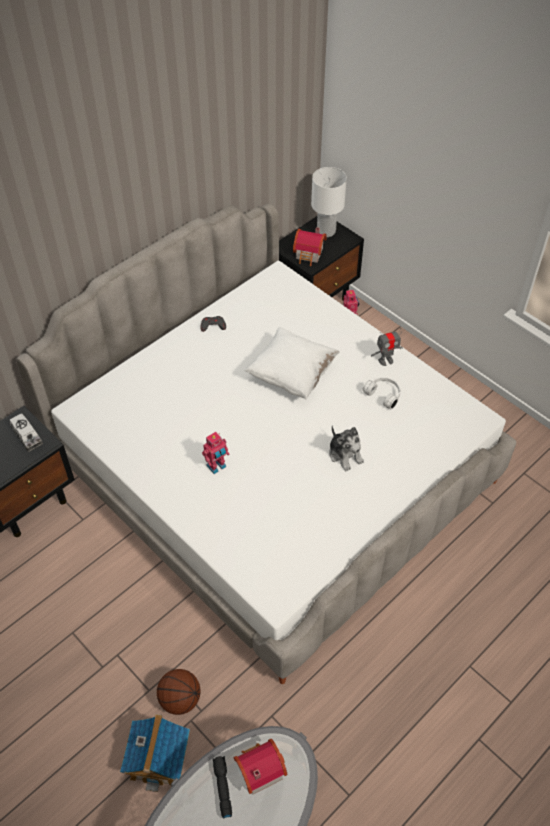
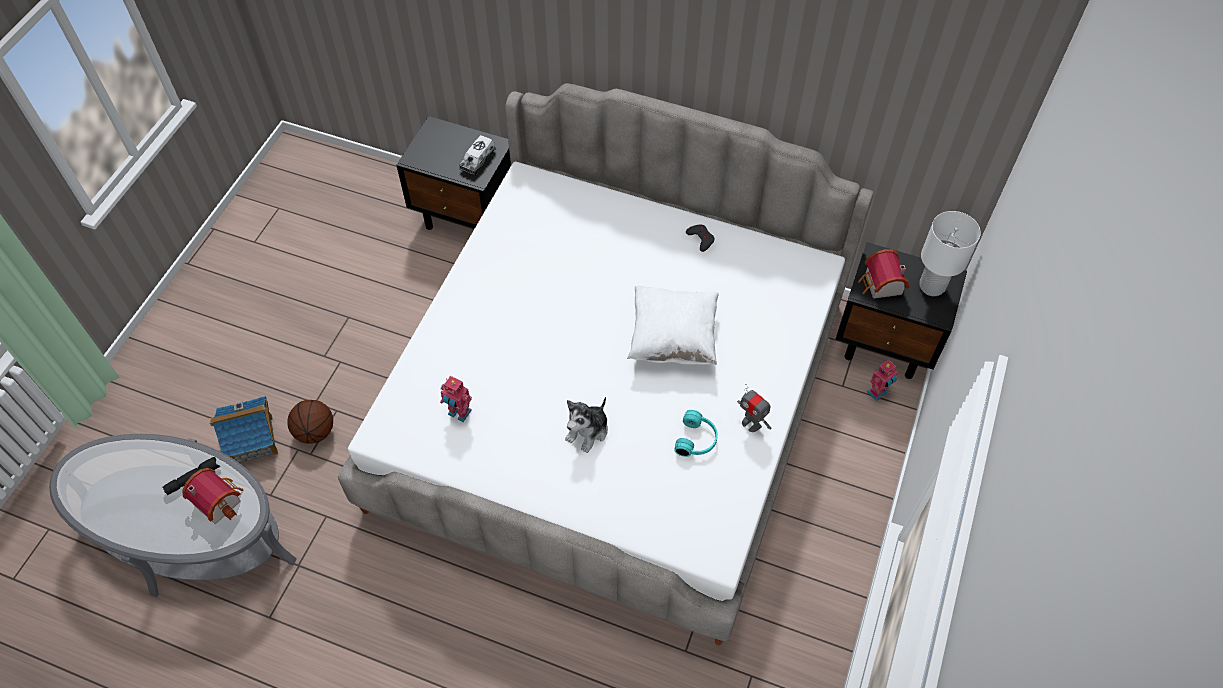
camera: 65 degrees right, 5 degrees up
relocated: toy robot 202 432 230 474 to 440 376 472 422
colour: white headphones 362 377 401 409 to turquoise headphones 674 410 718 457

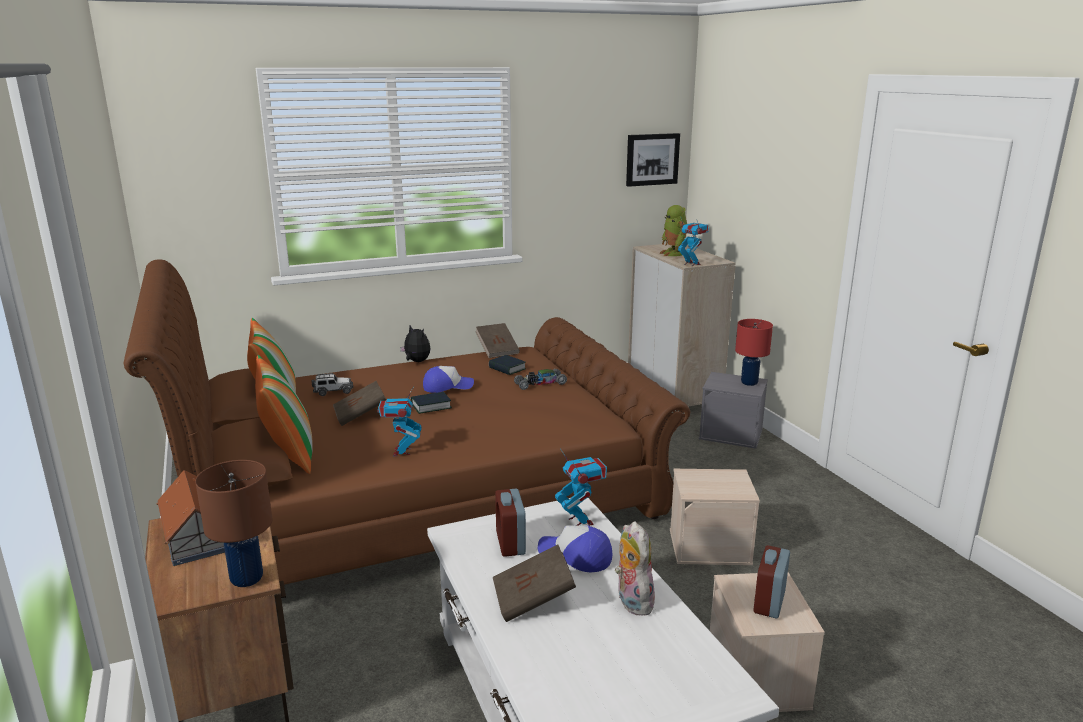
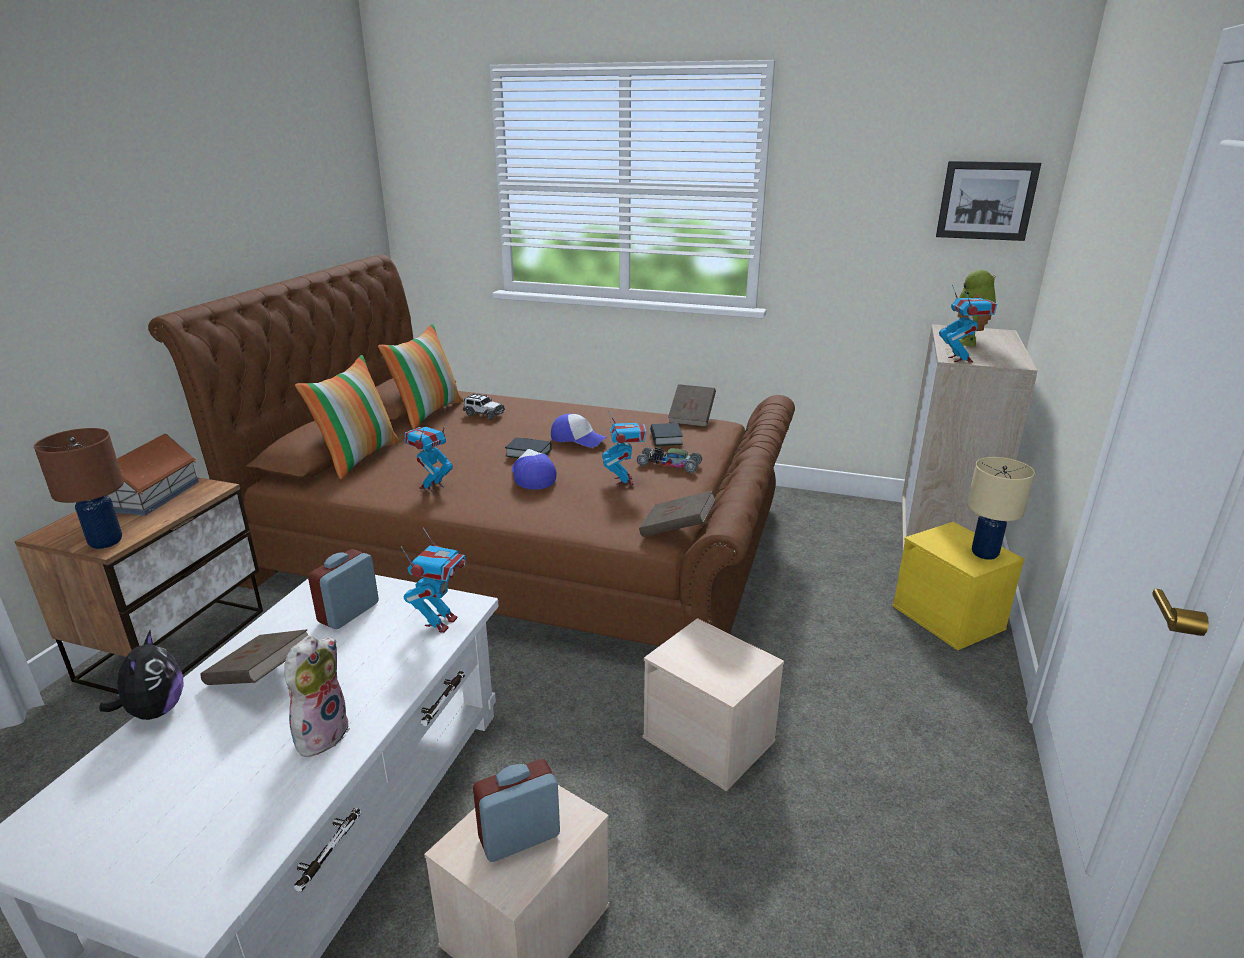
camera: 40 degrees right, 5 degrees up
appeared: toy robot 602 411 646 485
relocated: plush toy 400 325 430 362 to 99 631 184 720; brown book 333 381 387 426 to 639 490 716 537; cap 538 525 613 572 to 512 449 556 490
colour: red table lamp 735 319 773 386 to beige table lamp 967 457 1035 560; grey storage box 699 372 768 449 to yellow storage box 892 522 1025 650

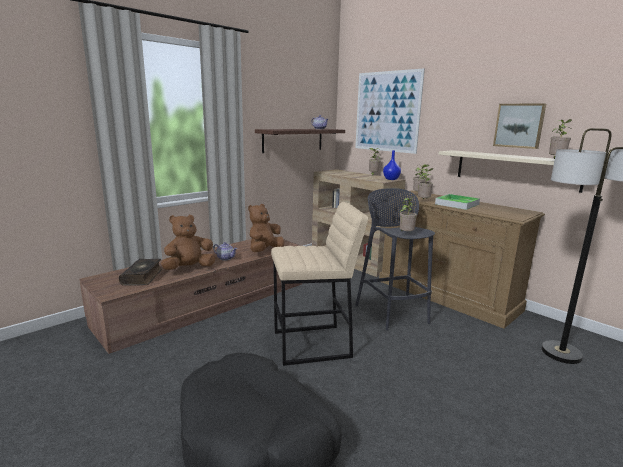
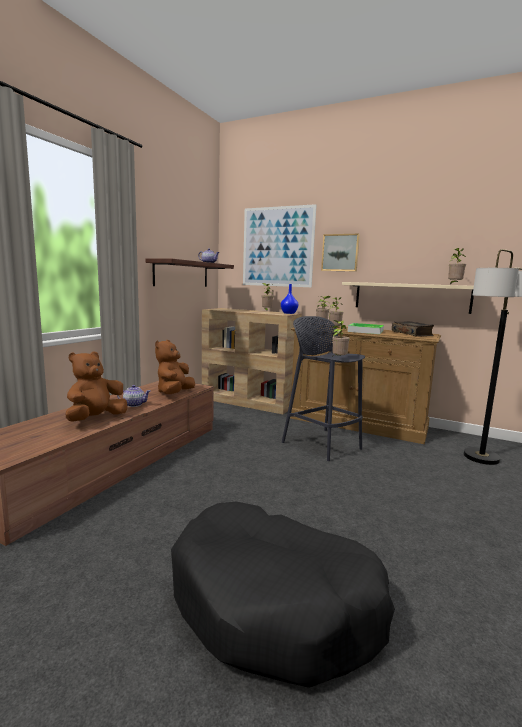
camera: 20 degrees left, 5 degrees down
missing: beige stool 271 202 368 366
relocated: picture 493 103 546 149 to 321 234 360 272; book 119 259 162 286 to 392 321 434 337

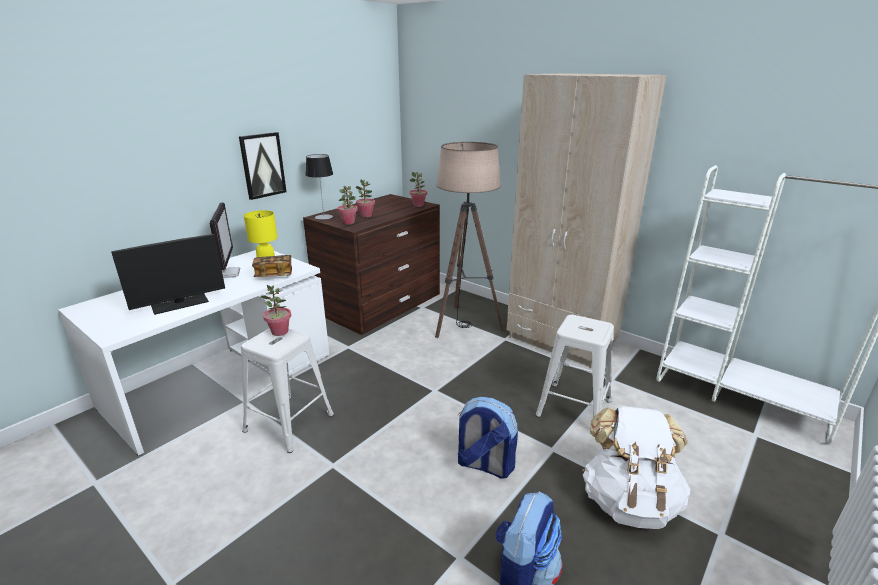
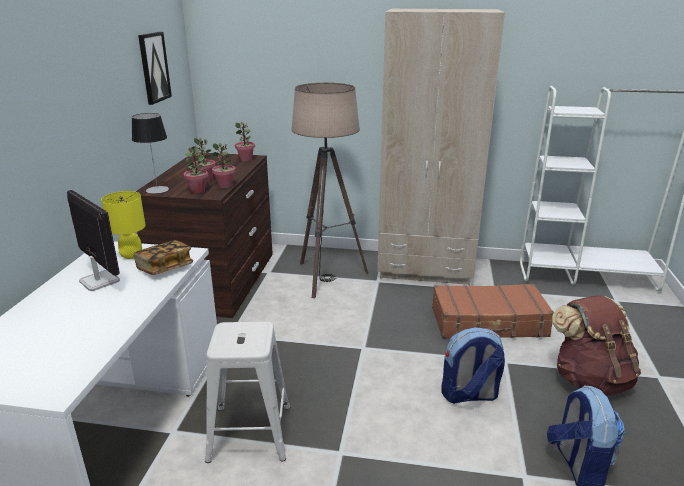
camera: 30 degrees left, 0 degrees up
missing: monitor 111 234 225 315
relocated: picture 239 132 286 200 to 138 32 172 105; potted plant 261 285 291 336 to 211 143 236 188
exchanged: white stool 536 315 614 418 to brown suitcase 432 284 554 339
colour: white backpack 582 406 690 529 to brown backpack 552 295 641 396

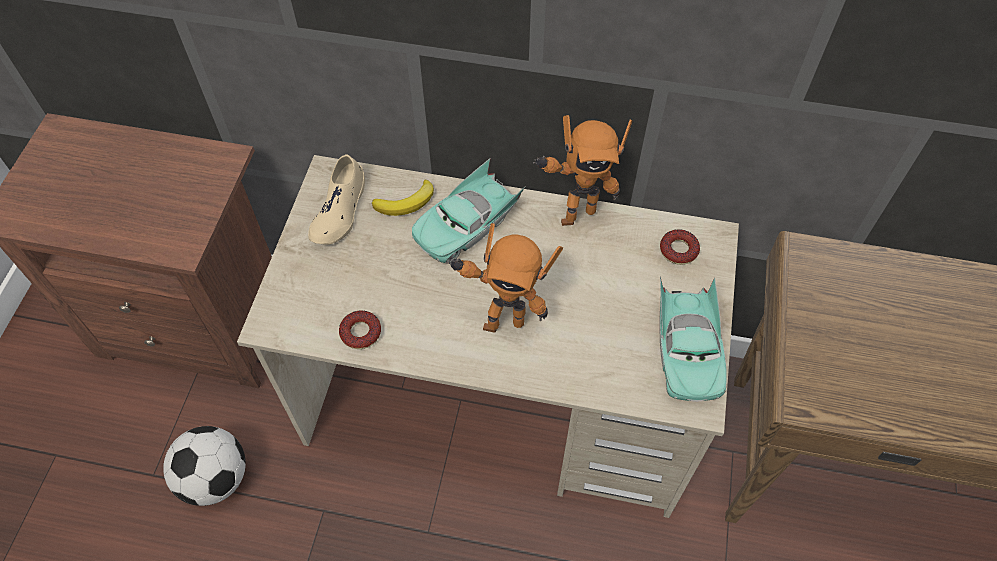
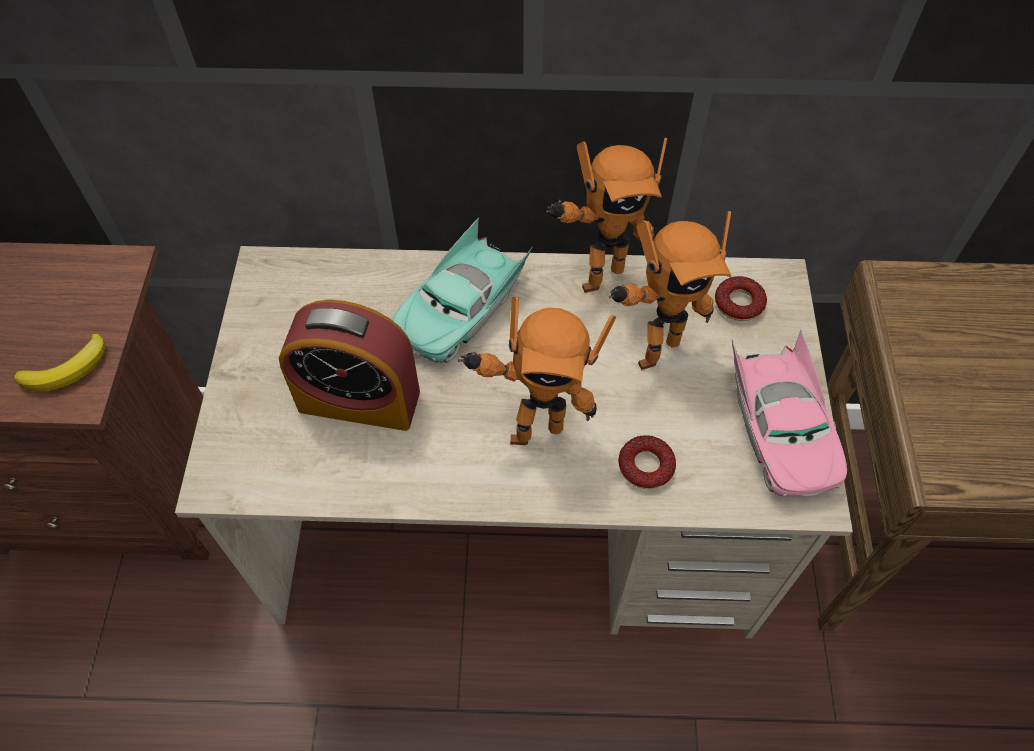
camera: 10 degrees left, 0 degrees up
missing: beige shoe 308 154 365 245; football 163 426 246 506
appeared: toy robot 609 211 731 370; alarm clock 279 300 420 431
relocated: banana 372 180 434 216 to 14 333 106 391; donut 339 310 381 349 to 618 435 676 489
colour: turquoise toy car 660 277 727 402 to pink toy car 732 330 847 497

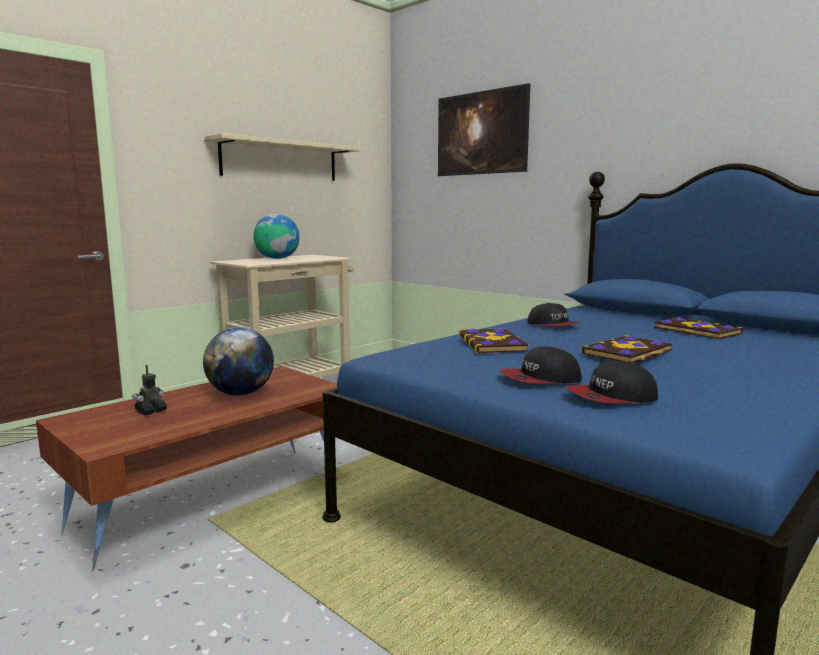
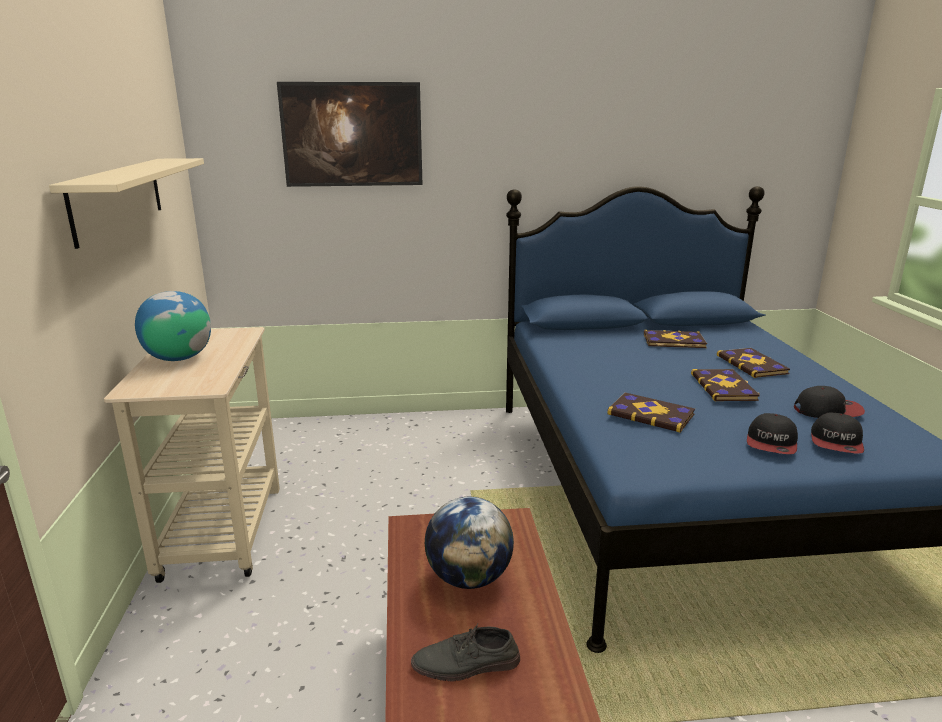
camera: 50 degrees left, 10 degrees up
appeared: book 717 348 790 378
relocated: cap 527 302 581 326 to 794 386 865 418
exchanged: toy robot 132 365 167 415 to grey shoe 411 624 520 681

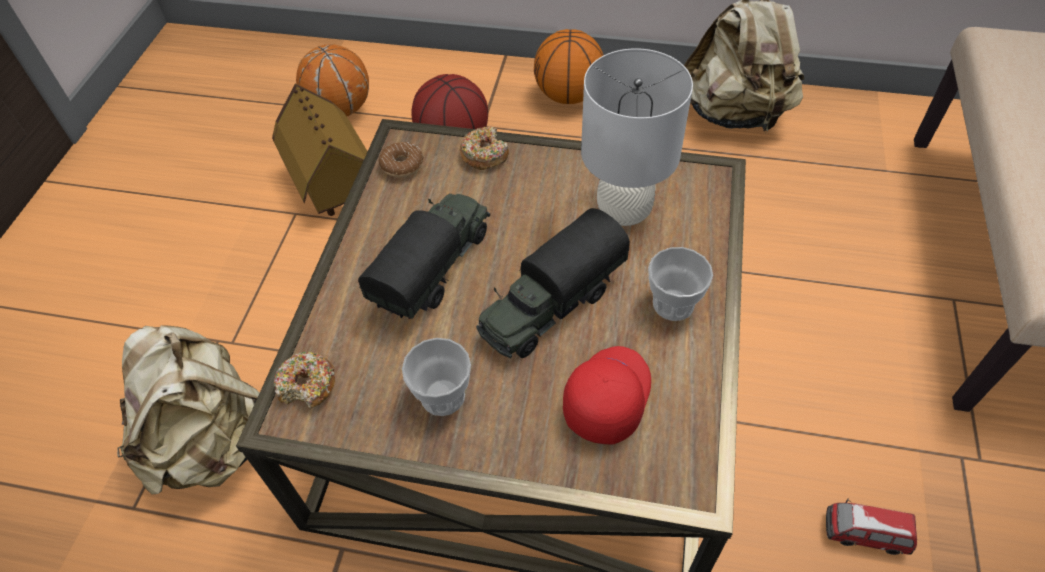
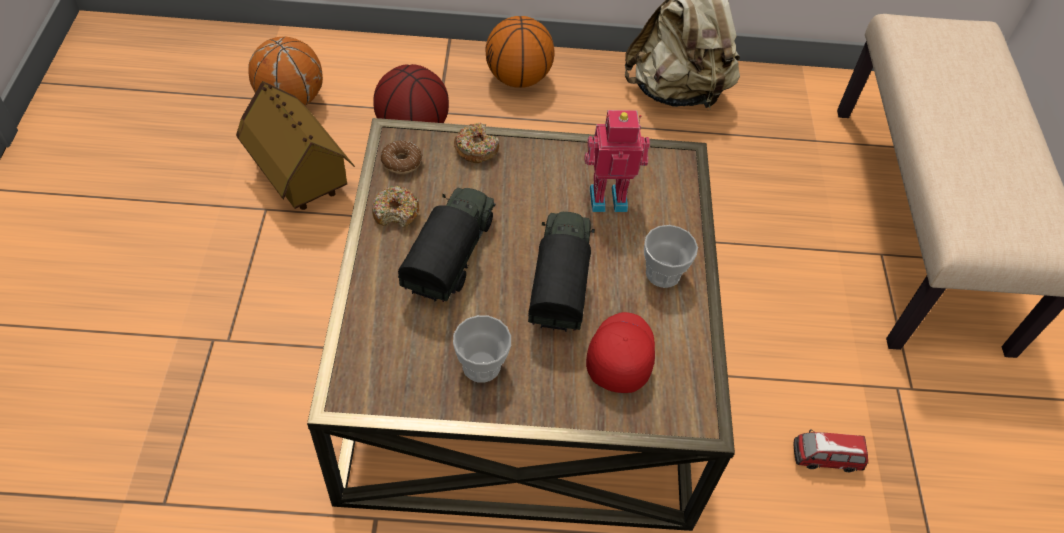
camera: 15 degrees left, 0 degrees up
missing: beige backpack 117 325 260 494
relocated: donut 273 352 335 408 to 372 186 419 228
exchanged: grey table lamp 581 48 693 226 to toy robot 585 110 650 212
spun: toy truck 476 208 630 358 = 528 212 595 332 150 degrees clockwise

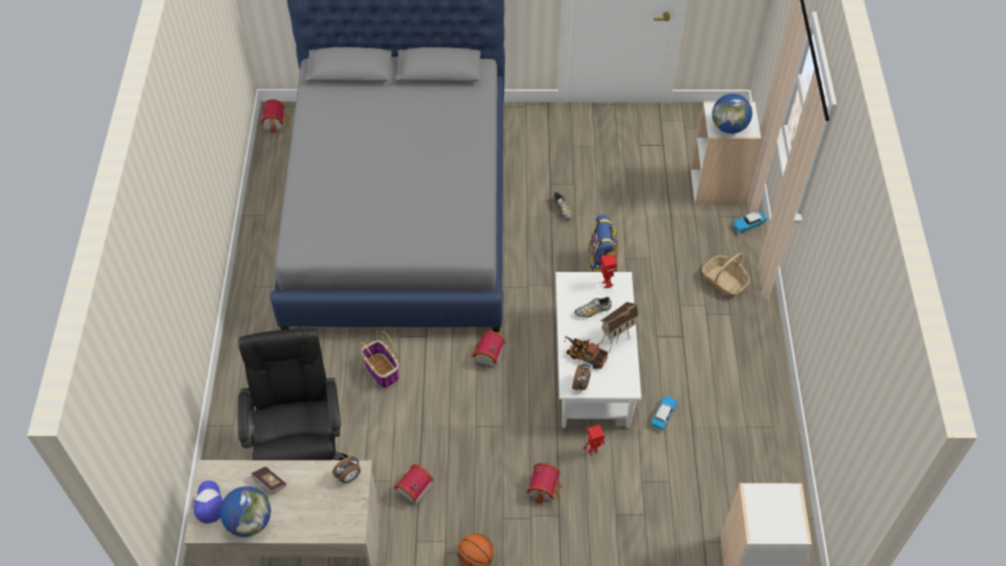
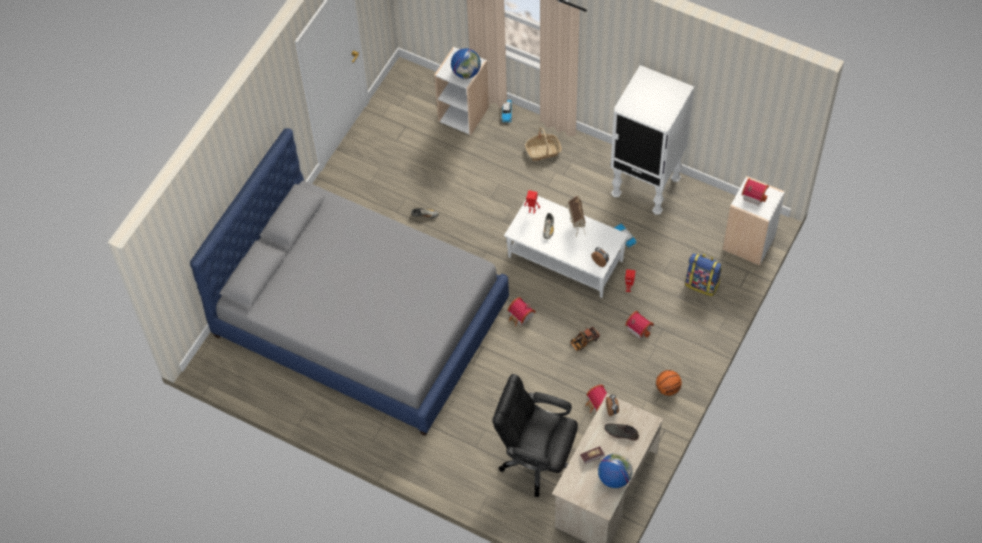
camera: 60 degrees left, 5 degrees up
missing: basket 360 331 399 389; cap 194 480 223 523
appeared: white cabinet 610 65 694 215; grey shoe 604 423 639 441
relocated: toy house 261 99 290 133 to 742 178 769 205; backpack 587 215 618 272 to 685 253 722 296; toy truck 564 336 608 369 to 569 326 600 351

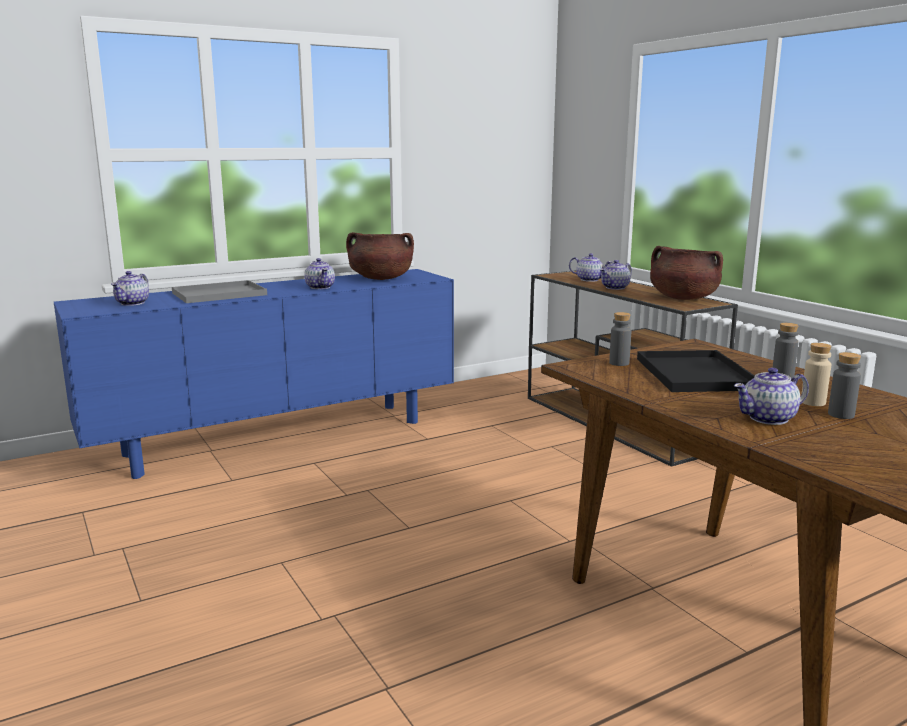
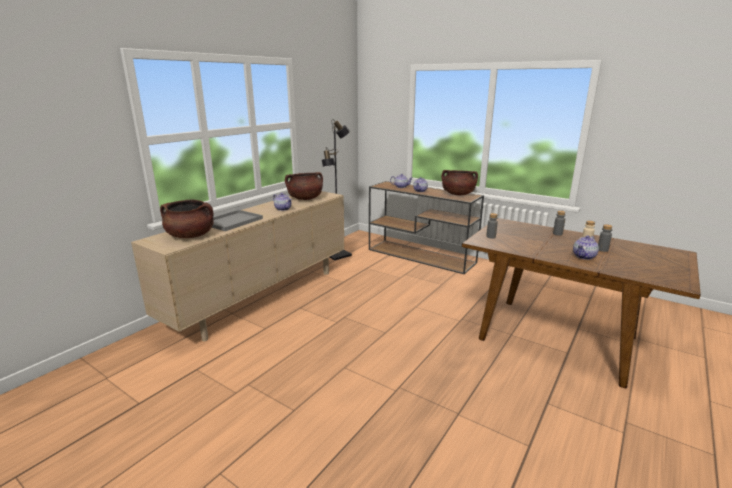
camera: 25 degrees left, 5 degrees up
missing: black tray 637 350 755 392
appeared: black floor lamp 322 119 352 260
exchanged: teapot 111 271 149 306 to brown cooking pot 160 199 214 238
colour: blue cabinet 54 269 454 479 to beige cabinet 131 191 344 341

